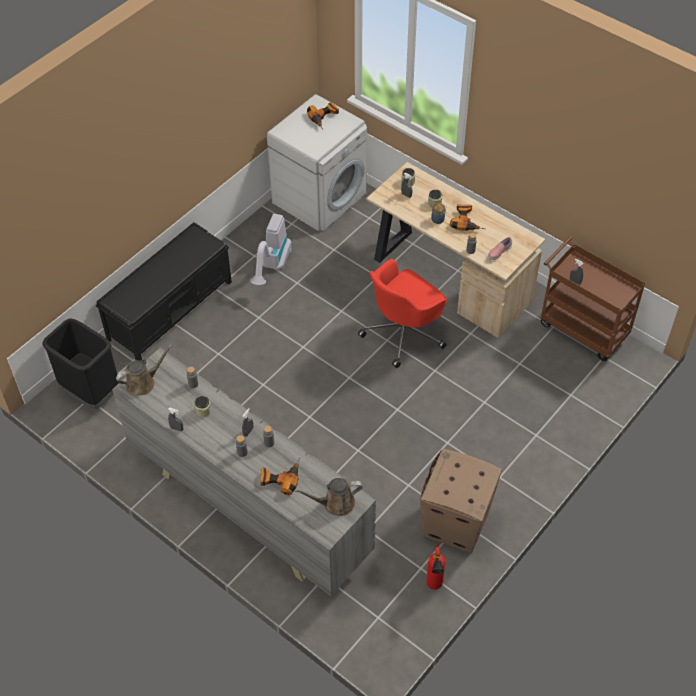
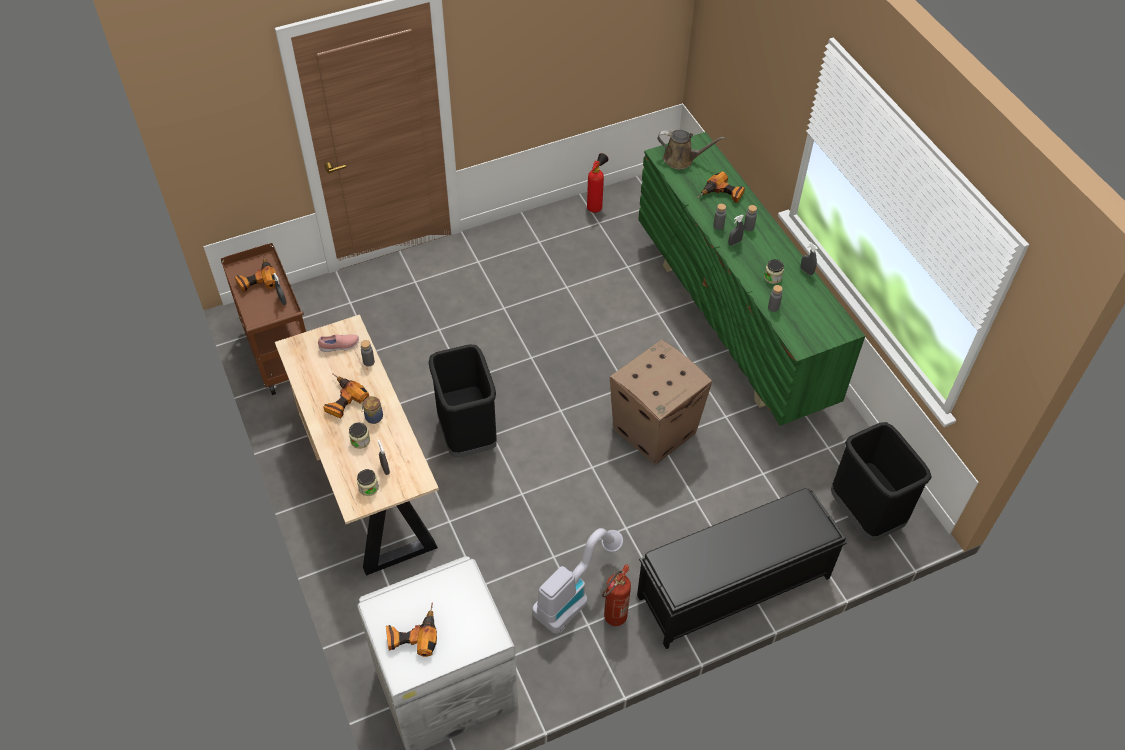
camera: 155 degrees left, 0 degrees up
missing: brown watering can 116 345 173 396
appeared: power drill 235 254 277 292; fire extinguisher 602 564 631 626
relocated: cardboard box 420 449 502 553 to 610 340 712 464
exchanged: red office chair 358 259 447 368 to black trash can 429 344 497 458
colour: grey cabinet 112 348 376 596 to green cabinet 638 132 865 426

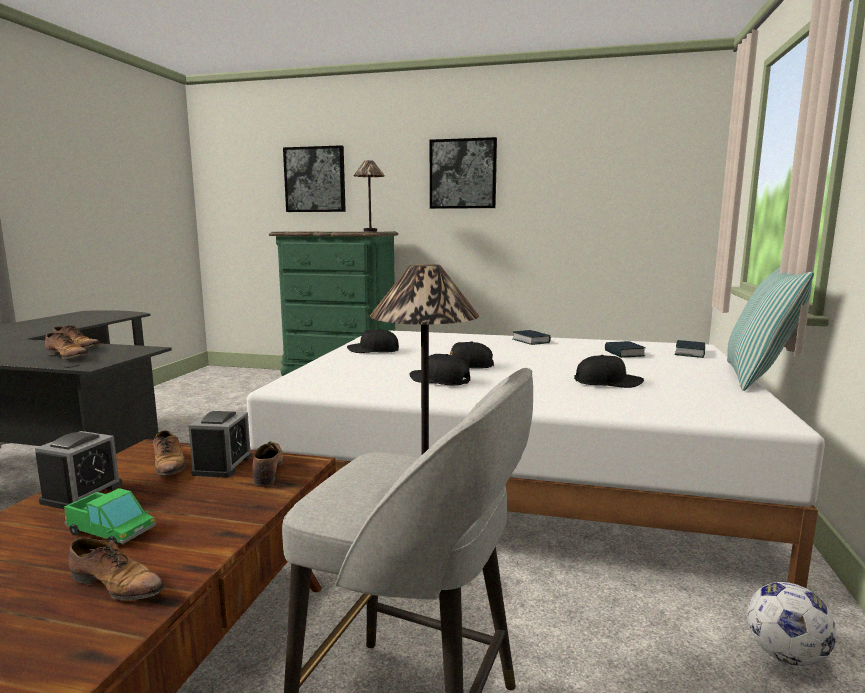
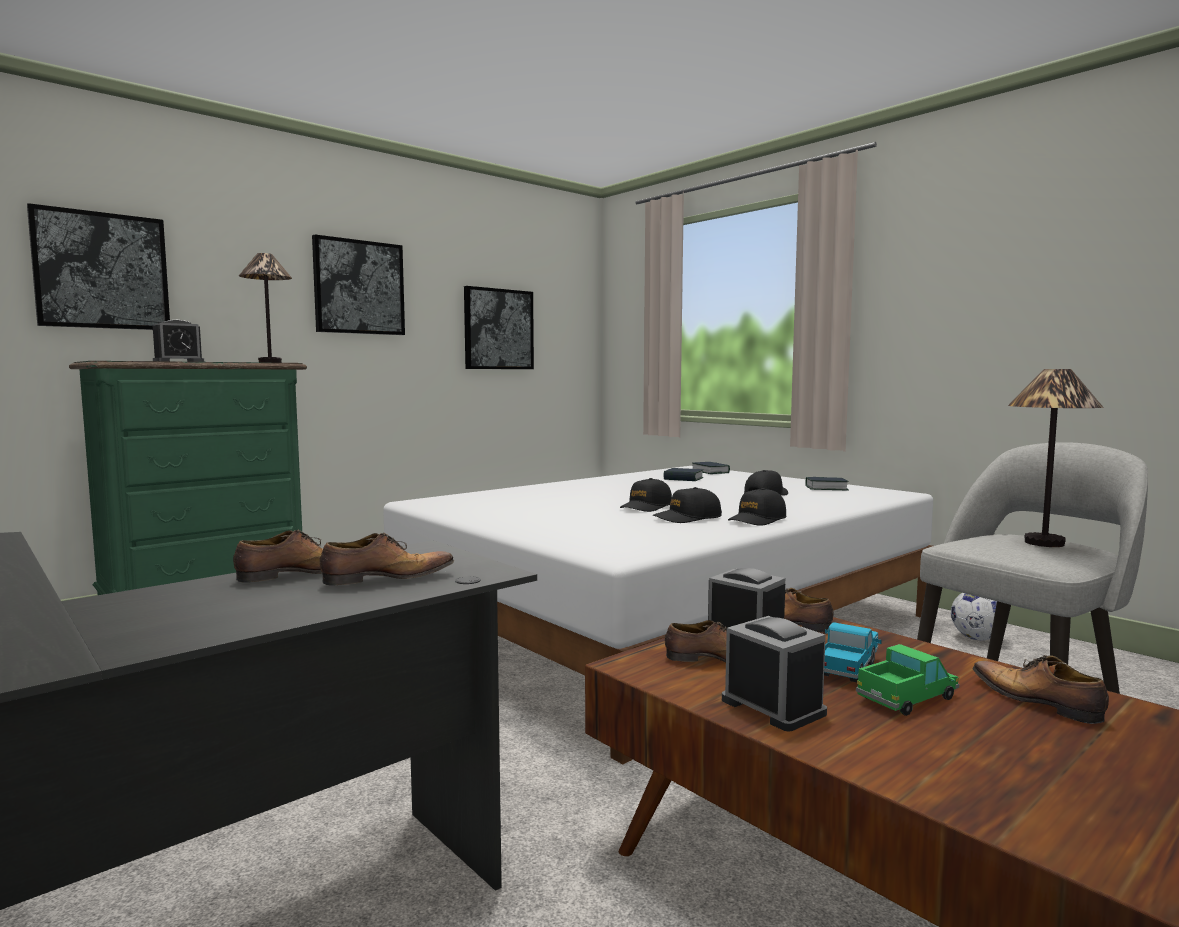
camera: 55 degrees left, 5 degrees down
missing: pillow 727 267 814 391
appeared: picture 464 286 534 369; alarm clock 153 320 204 362; toy truck 824 622 882 682
relocated: black cap 347 329 399 353 to 728 488 786 526; book 513 330 551 345 to 805 477 849 490
spun: shoe 68 538 165 600 = 973 655 1109 724 90 degrees counterclockwise

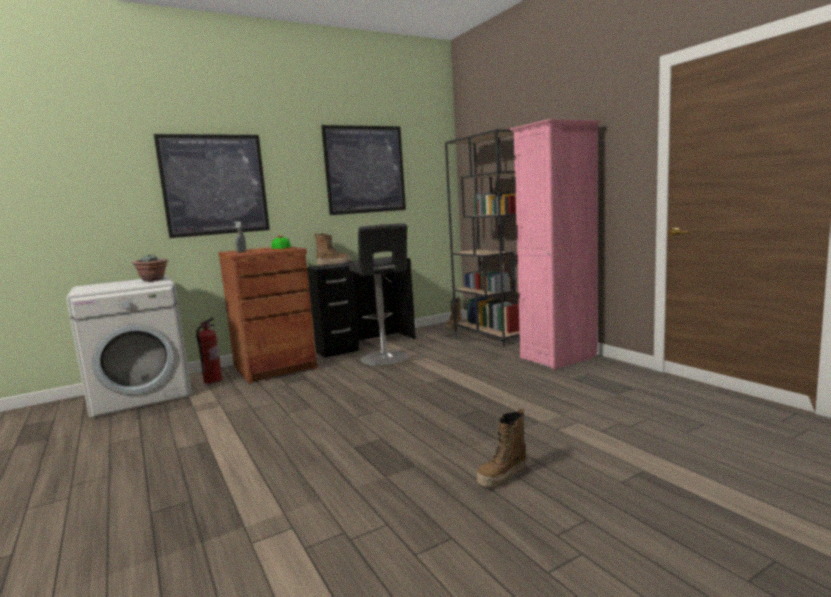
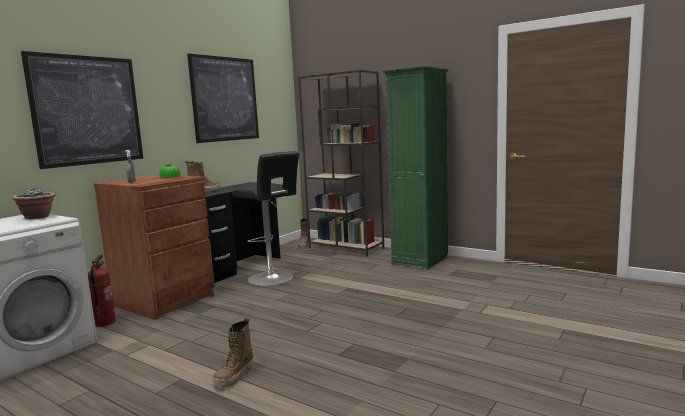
camera: 25 degrees left, 0 degrees up
relocated: boot 477 408 527 488 to 213 317 254 388
colour: pink cabinet 510 119 600 369 to green cabinet 382 66 449 270

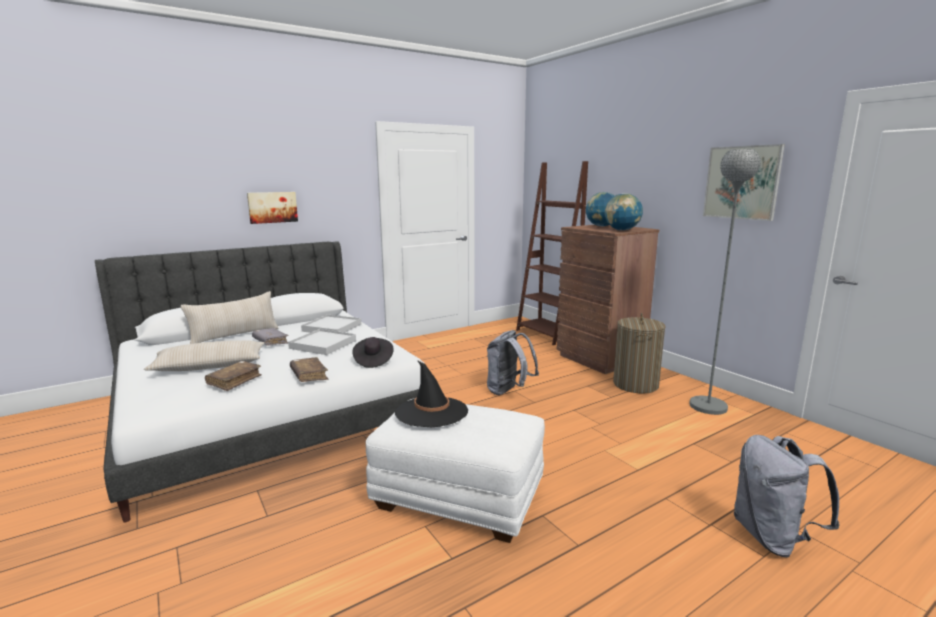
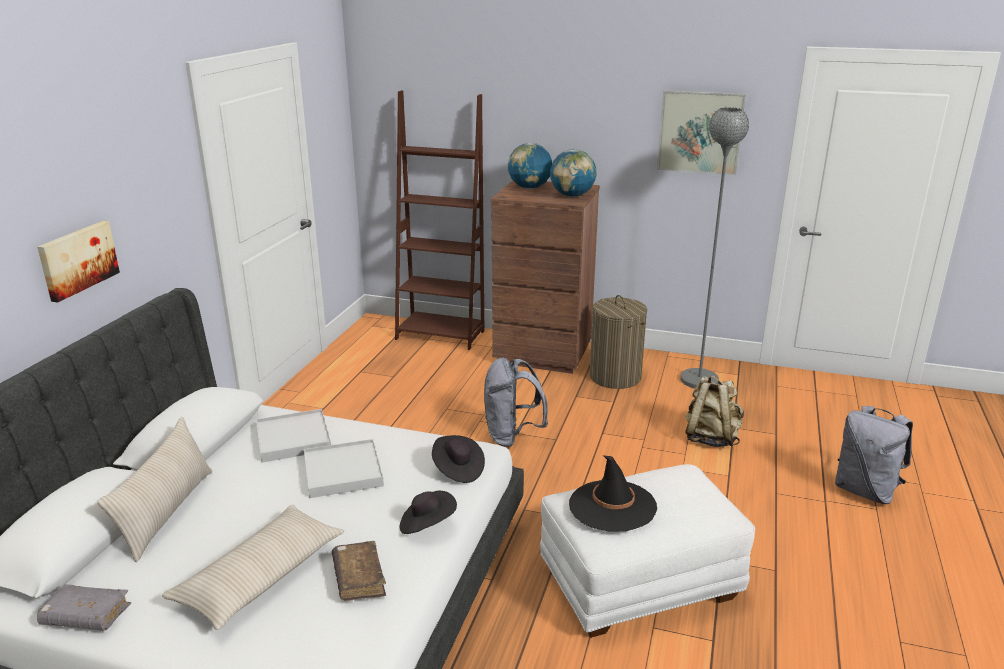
camera: 40 degrees left, 10 degrees up
appeared: beige backpack 685 375 744 447
relocated: grey book 252 328 289 346 to 37 584 131 631
exchanged: brown book 290 357 329 382 to black hat 400 491 457 534

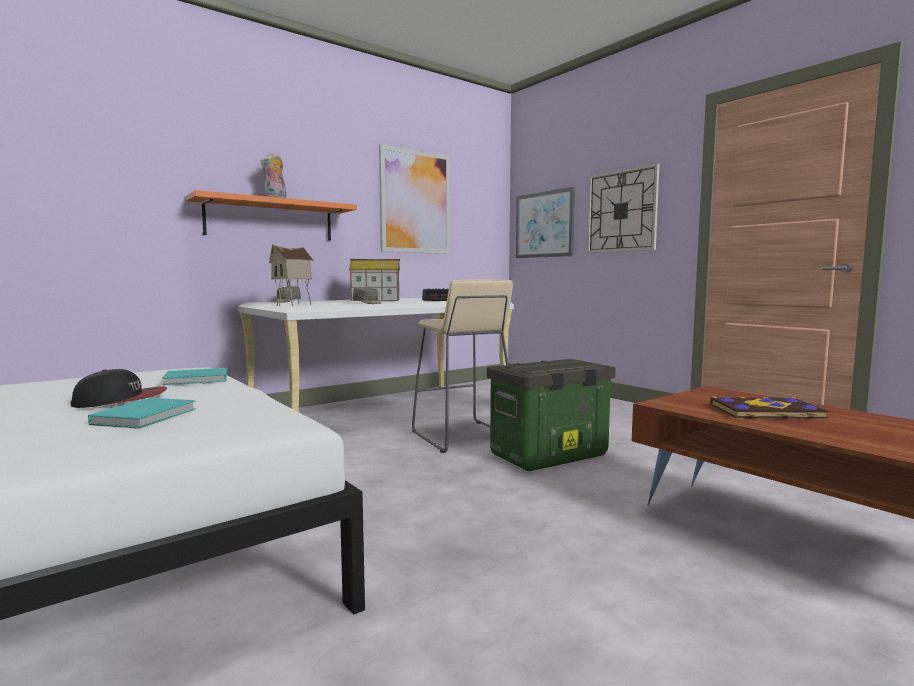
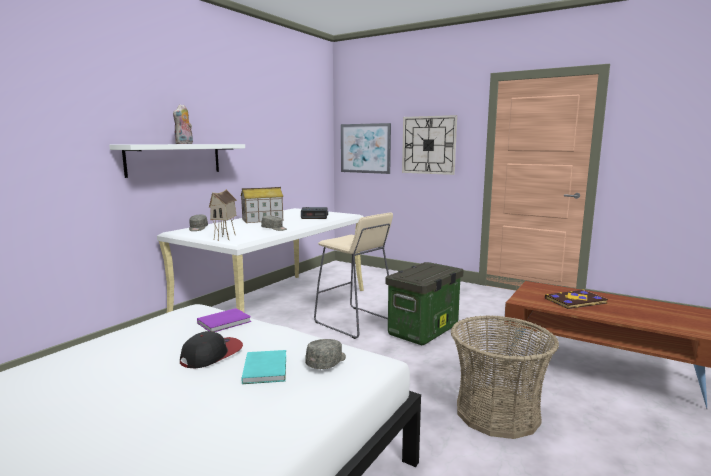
camera: 20 degrees left, 5 degrees up
missing: picture 379 144 450 254
appeared: basket 451 315 559 439; grey cap 305 339 346 369
colour: orange shelf 186 190 357 241 to white shelf 109 144 245 178; turquoise book 162 368 227 386 to purple book 197 308 251 332

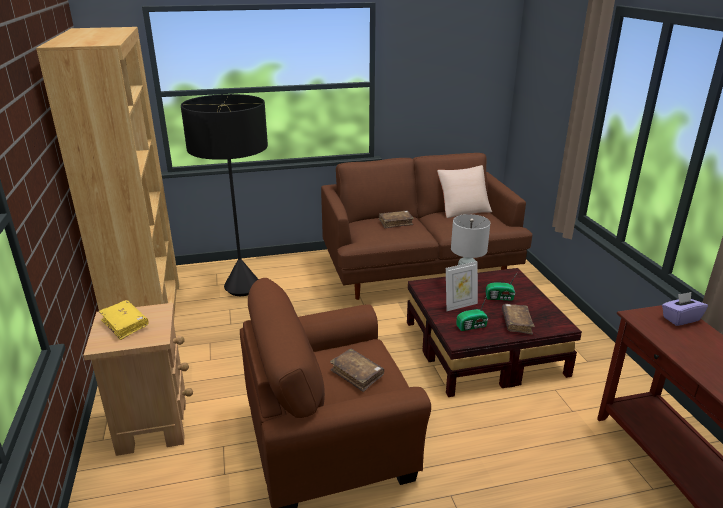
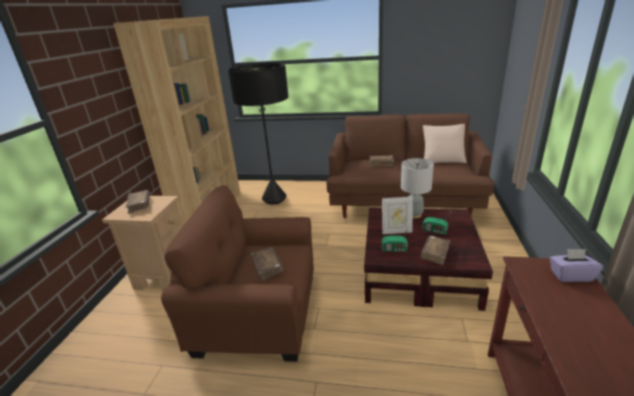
camera: 25 degrees right, 0 degrees up
colour: yellow book 99 300 149 340 to brown book 125 190 150 214

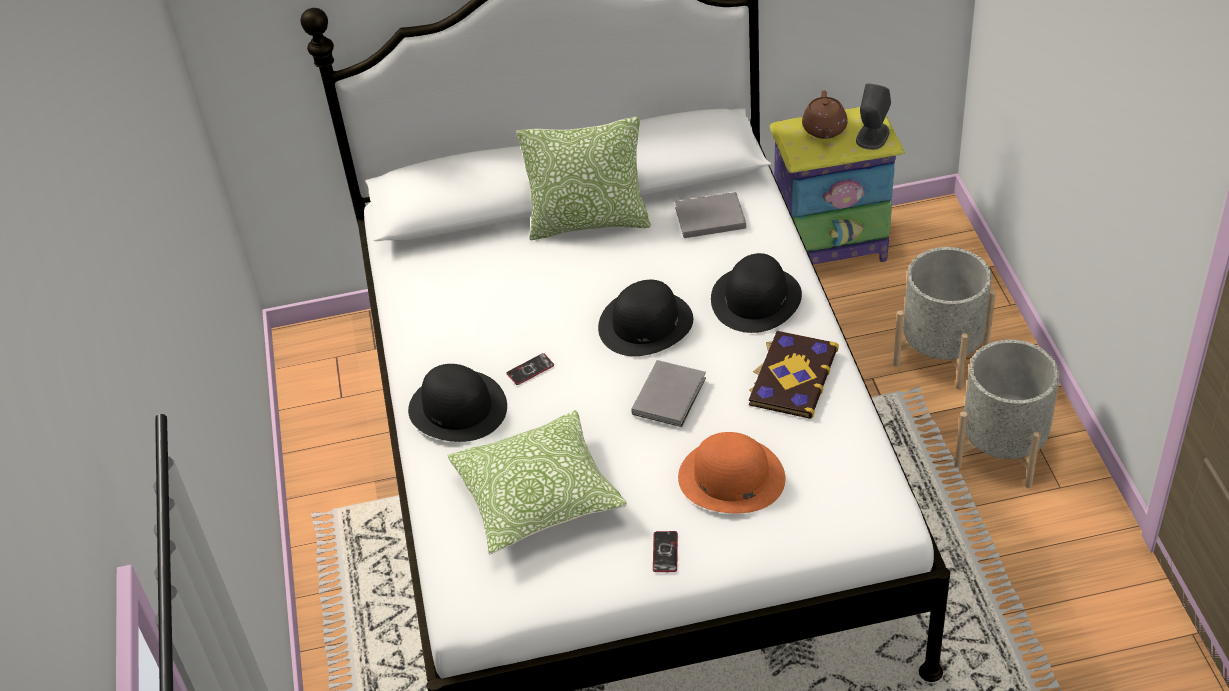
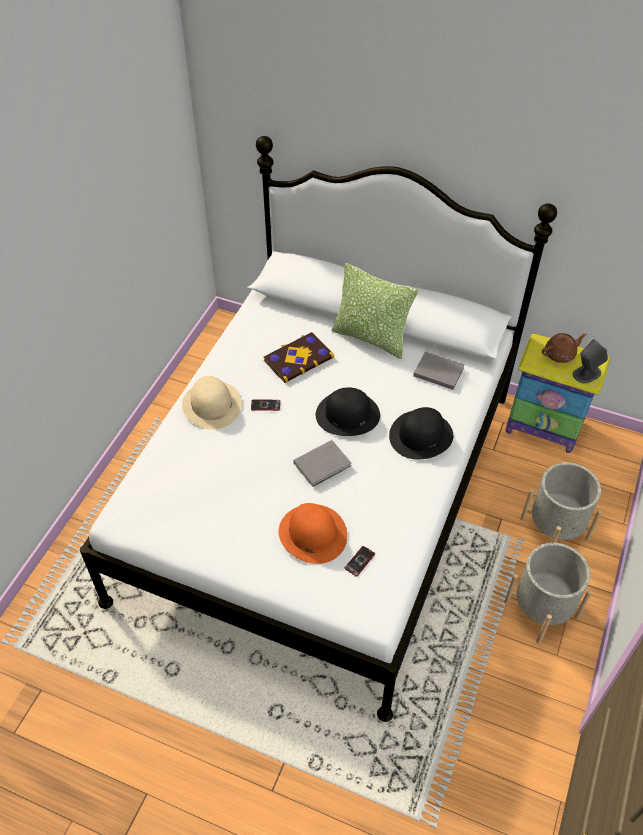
camera: 30 degrees right, 5 degrees up
missing: pillow 447 410 627 554
relocated: book 749 331 839 419 to 263 332 334 383; phone 653 531 678 572 to 345 546 375 577
colour: black hat 408 364 507 442 to beige hat 182 376 242 429
spun: brown teapot 802 91 848 139 = 542 333 587 363 150 degrees counterclockwise

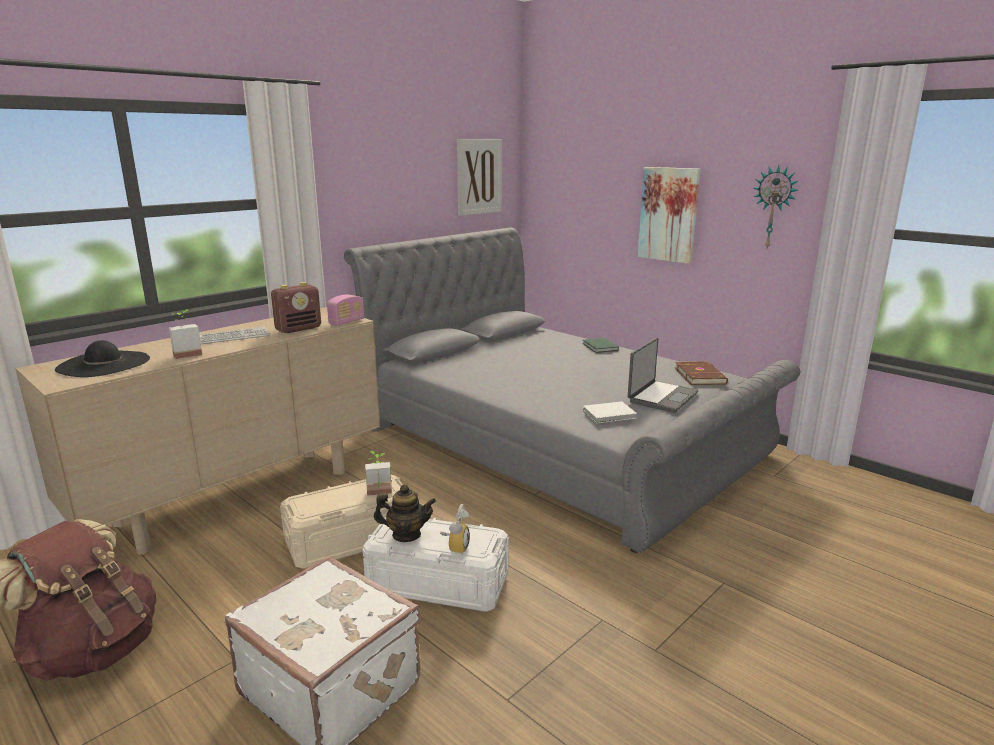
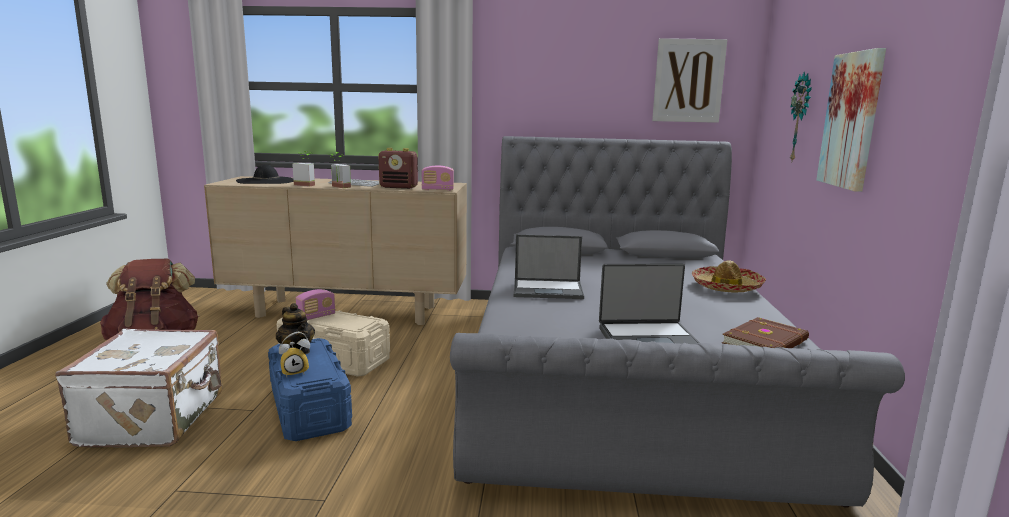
camera: 50 degrees right, 5 degrees down
missing: white book 583 401 637 423
appeared: laptop 514 234 584 299; radio 296 289 335 320
relocated: wall clock 753 165 799 248 to 790 71 812 161; potted plant 365 451 392 496 to 329 152 351 188
exchanged: green book 582 338 619 353 to hat 692 260 766 292
colour: white storage box 363 517 509 612 to blue storage box 268 338 352 441

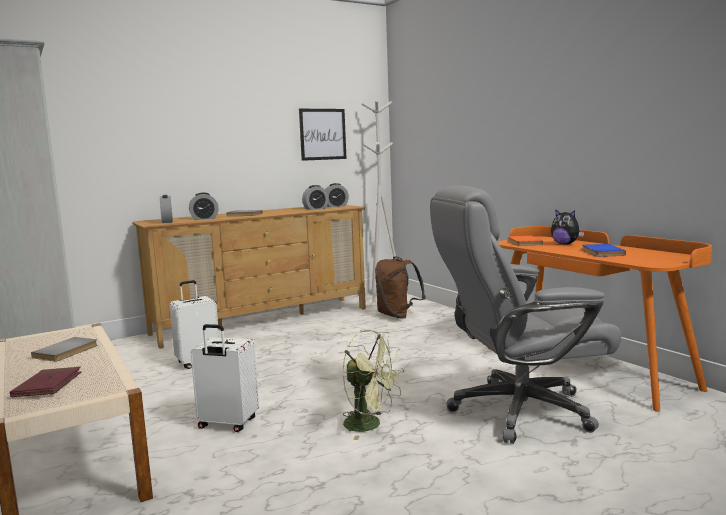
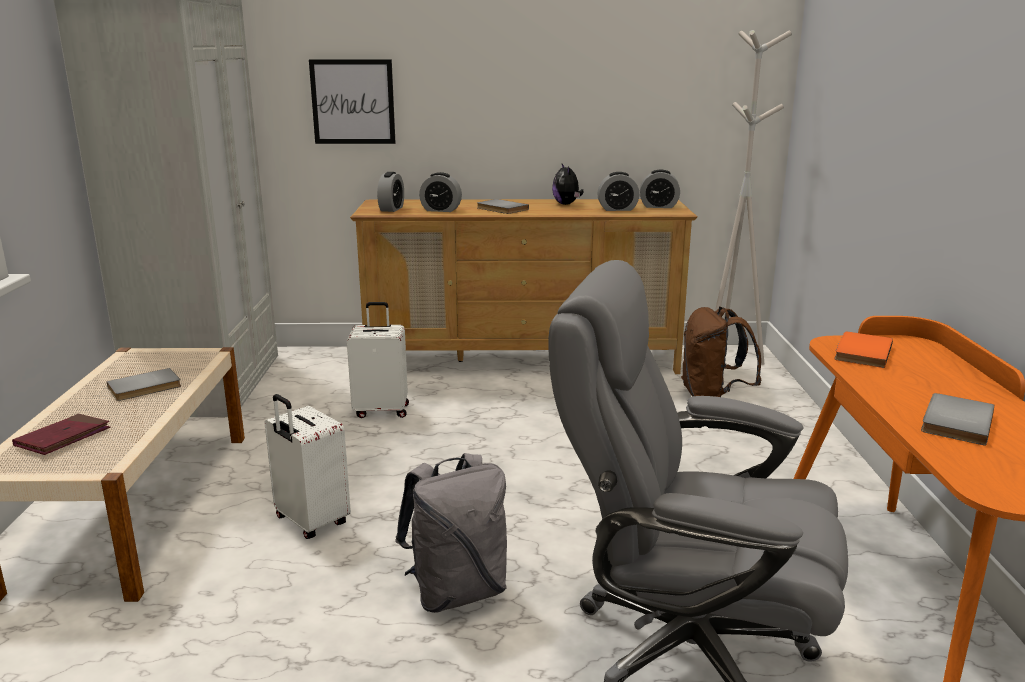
camera: 30 degrees right, 10 degrees up
relocated: picture 299 109 346 161 to 309 59 396 144; plush toy 551 209 584 245 to 552 164 584 205
exchanged: green fan 342 329 404 440 to grey backpack 395 453 507 613
colour: blue book 582 244 626 257 to grey book 921 393 994 446

